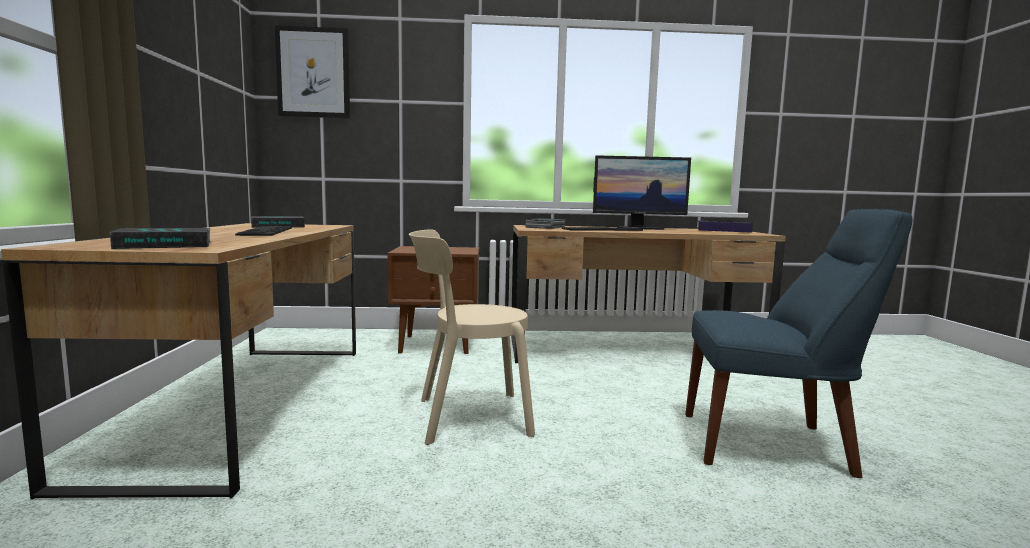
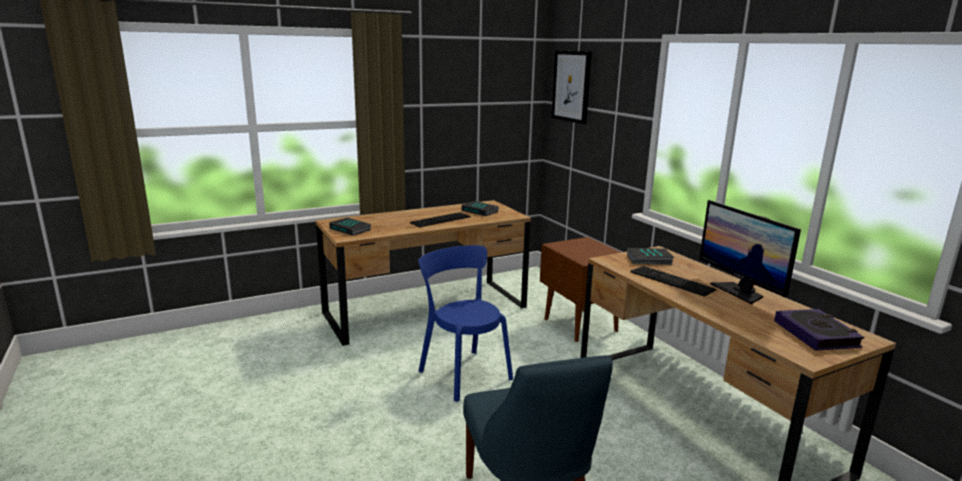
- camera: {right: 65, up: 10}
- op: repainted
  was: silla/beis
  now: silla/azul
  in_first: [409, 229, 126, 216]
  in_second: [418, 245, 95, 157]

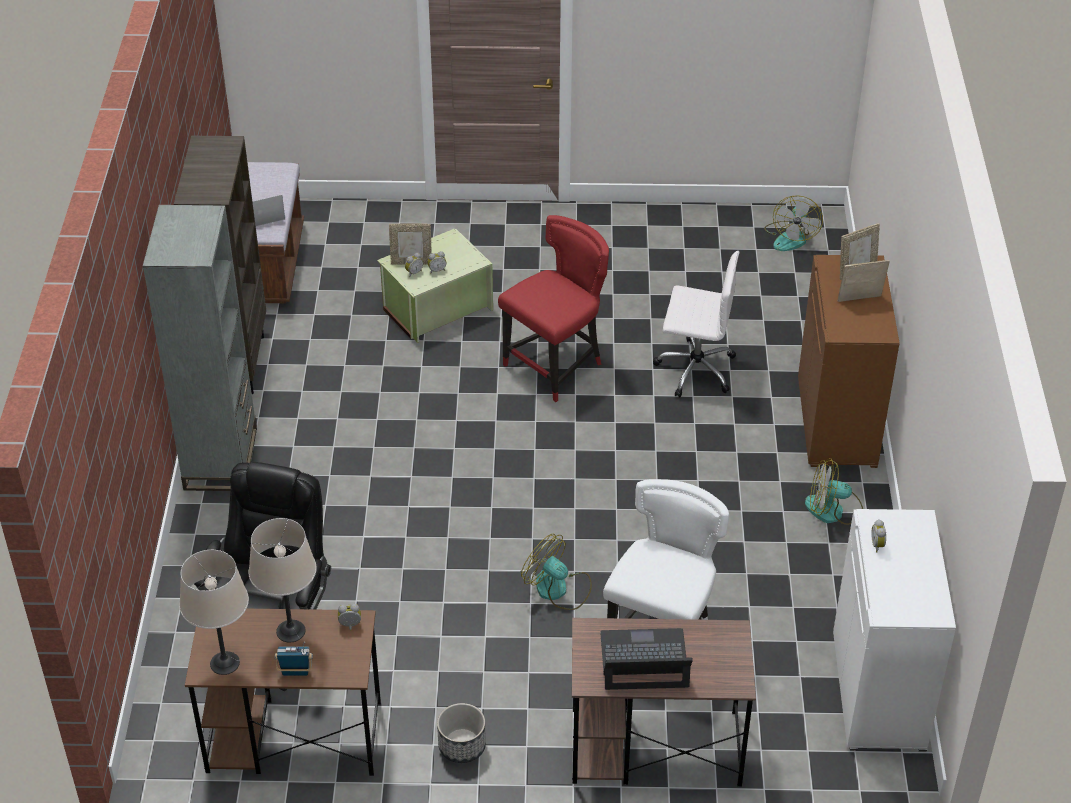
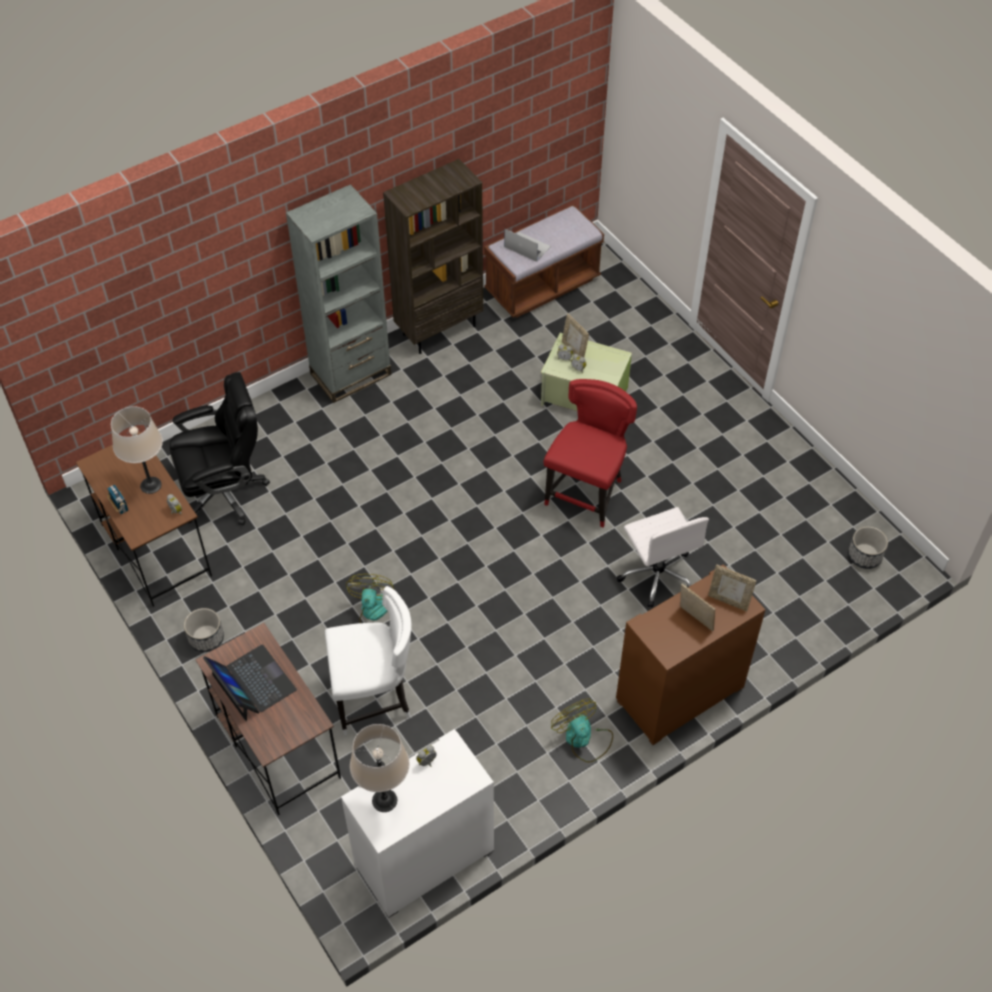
- camera: {right: 55, up: 10}
- op: swapped
  was: ventilador
  now: maceta
  in_first: [764, 195, 59, 56]
  in_second: [848, 526, 40, 43]
- op: rotated
  was: silla/rojo
  in_first: [498, 215, 111, 187]
  in_second: [544, 379, 93, 149]
  clockwise: -75
- op: shifted
  was: lámpara de mesa/beis
  in_first: [179, 550, 70, 125]
  in_second: [350, 724, 59, 88]

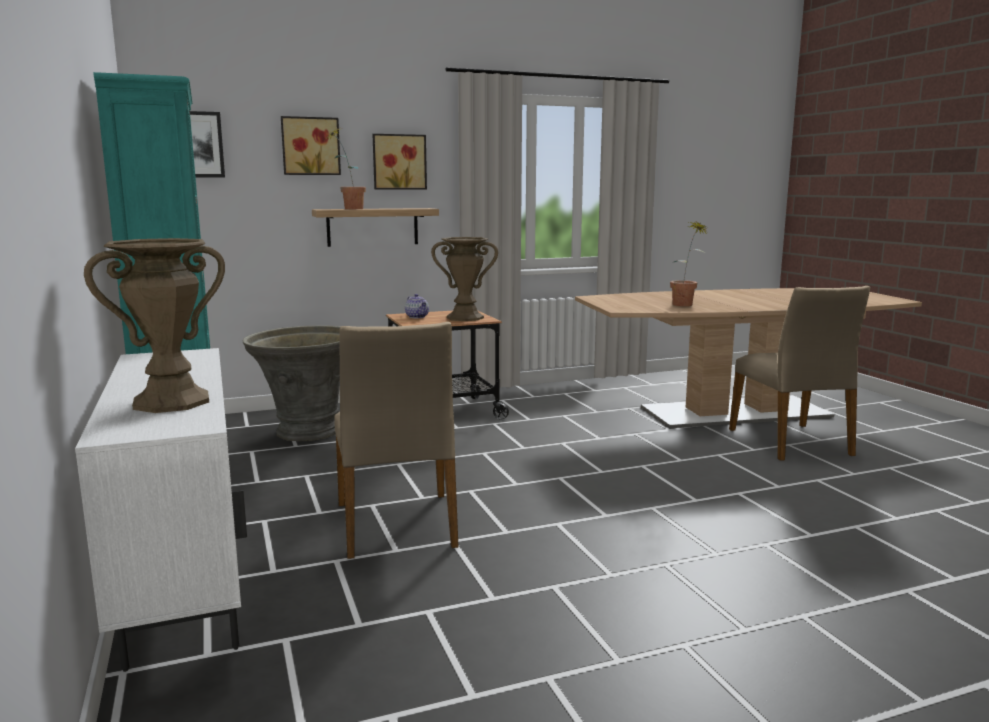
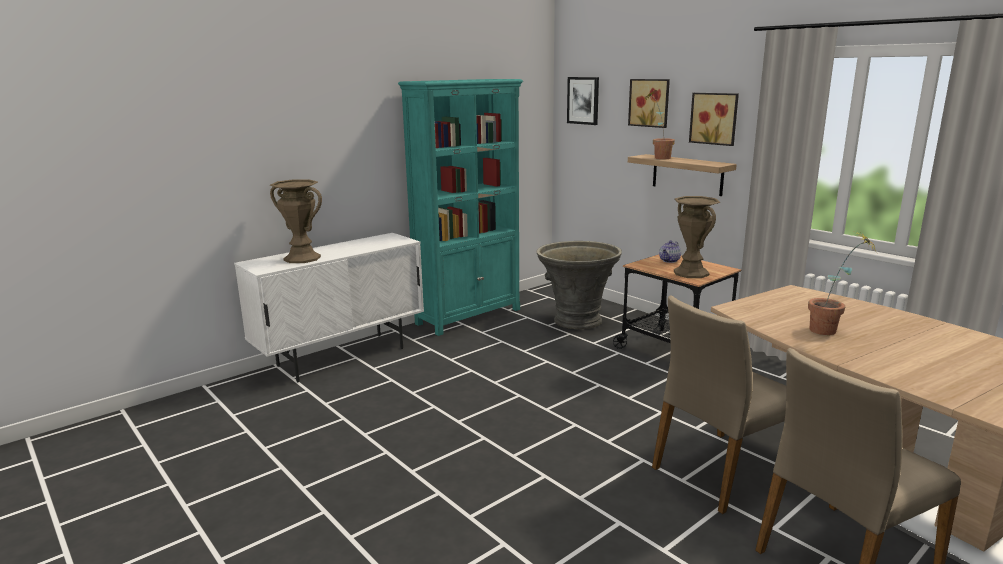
- camera: {right: 70, up: 5}
- op: shifted
  was: silla/beis
  in_first: [334, 322, 125, 237]
  in_second: [652, 295, 135, 219]

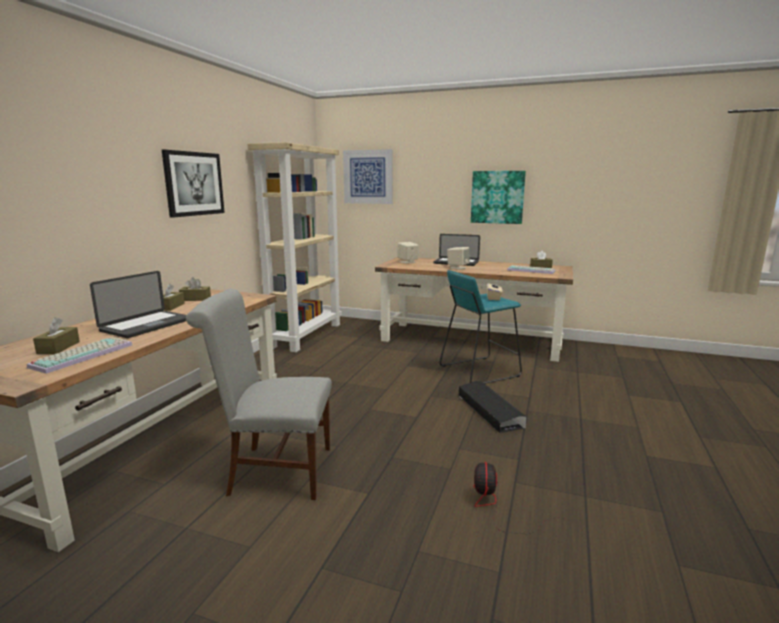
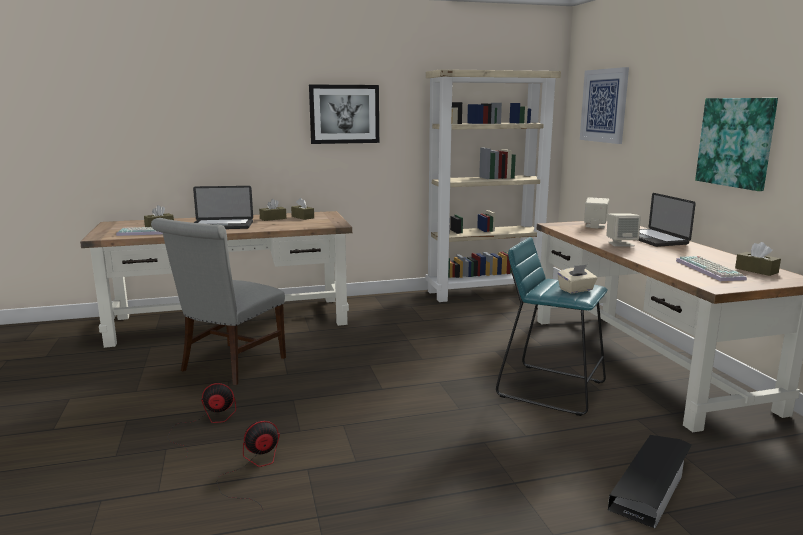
- camera: {right: 55, up: 0}
- op: rotated
  was: silla/gris
  in_first: [186, 289, 146, 211]
  in_second: [151, 218, 135, 167]
  clockwise: -120
- op: shifted
  was: caja de almacenaje/negro
  in_first: [459, 381, 67, 52]
  in_second: [608, 435, 84, 94]
- op: new
  now: ventilador
  in_second: [167, 383, 69, 75]

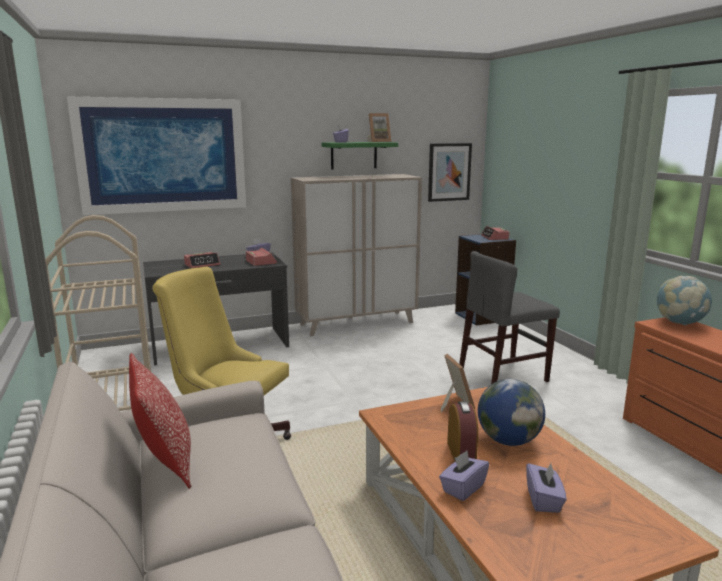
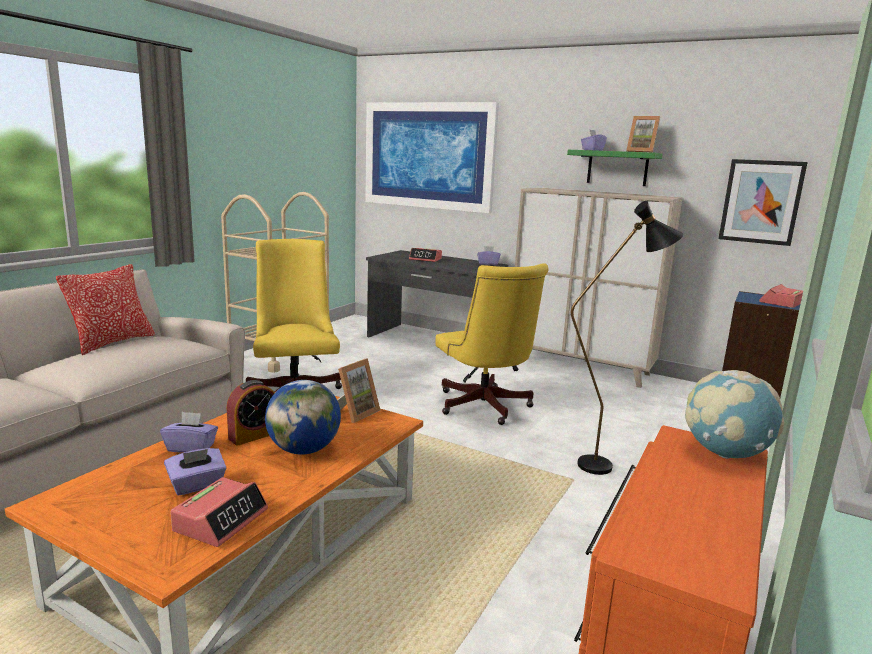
- camera: {right: 50, up: 0}
- op: shifted
  was: despertador
  in_first: [246, 248, 31, 18]
  in_second: [171, 477, 97, 70]
- op: swapped
  was: silla/gris
  now: lámpara de pie/negro
  in_first: [459, 251, 101, 133]
  in_second: [571, 201, 113, 274]
- op: new
  now: silla de oficina/amarillo
  in_second: [436, 263, 112, 162]

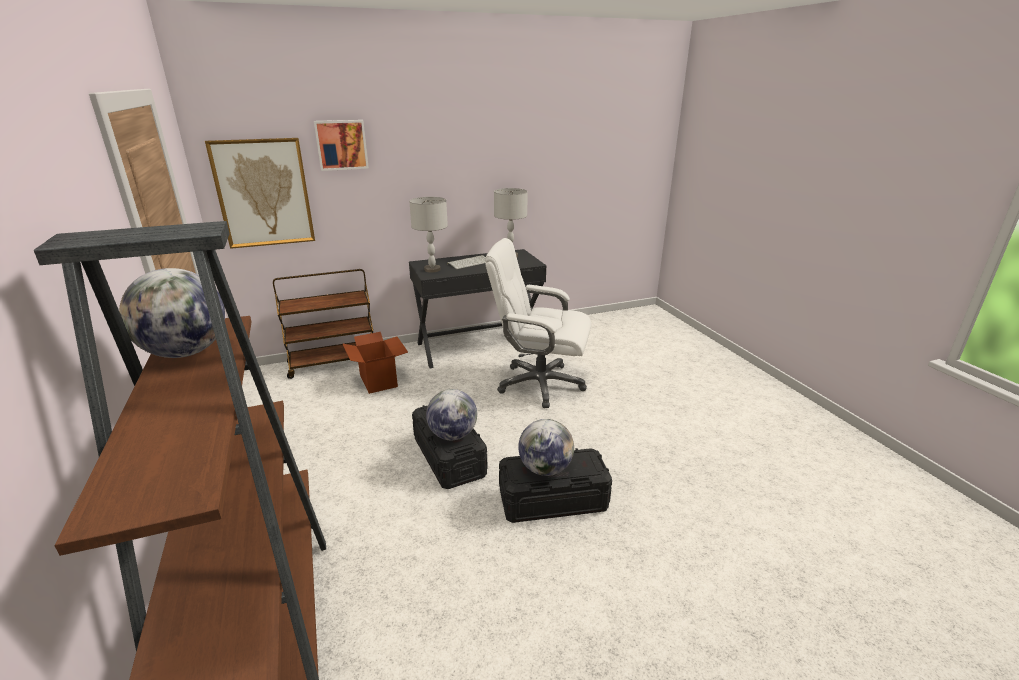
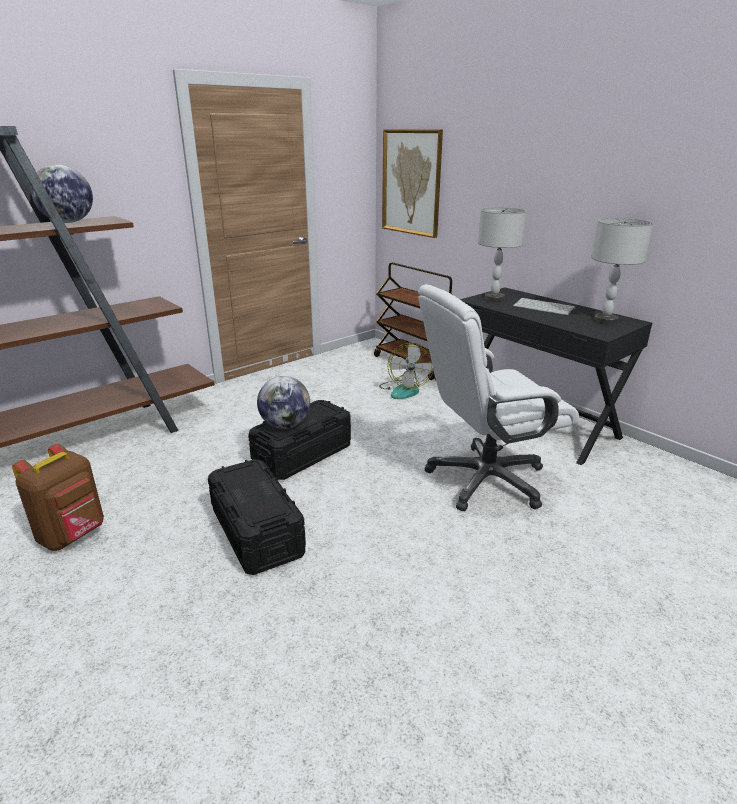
- camera: {right: 70, up: 0}
- op: gone
  was: cuadro
  in_first: [314, 120, 55, 51]
- op: rotated
  was: silla de oficina/blanco
  in_first: [485, 238, 106, 170]
  in_second: [418, 284, 161, 227]
  clockwise: -105
- op: swapped
  was: caja de cartón
  now: ventilador
  in_first: [342, 332, 66, 62]
  in_second: [379, 343, 55, 56]
- op: gone
  was: globo terráqueo
  in_first: [518, 419, 56, 57]
- op: new
  now: mochila/marrón
  in_second: [12, 444, 92, 107]

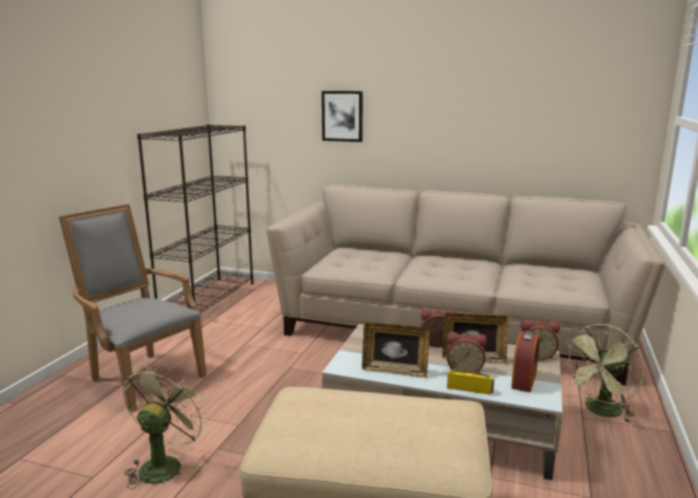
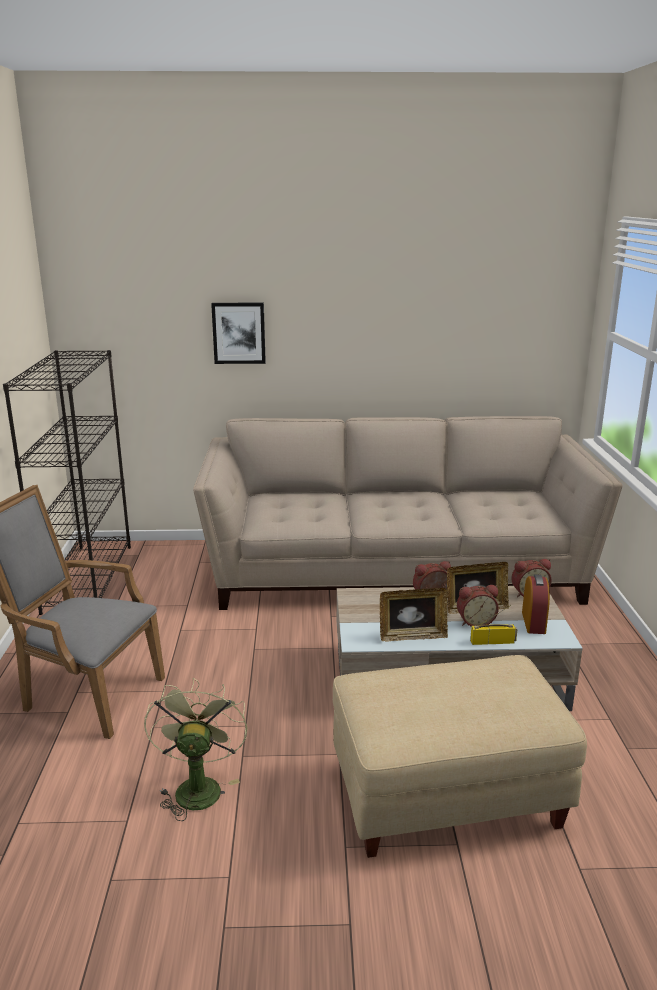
- camera: {right: -20, up: 5}
- op: gone
  was: ventilador/verde
  in_first: [562, 324, 82, 99]

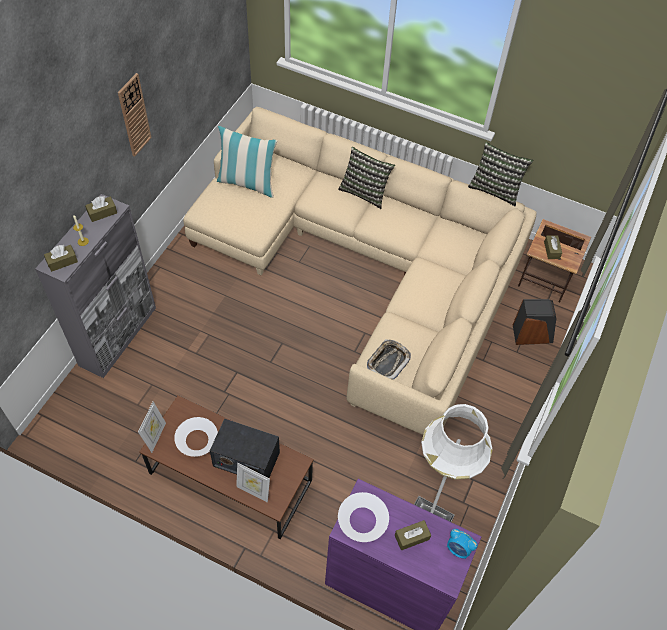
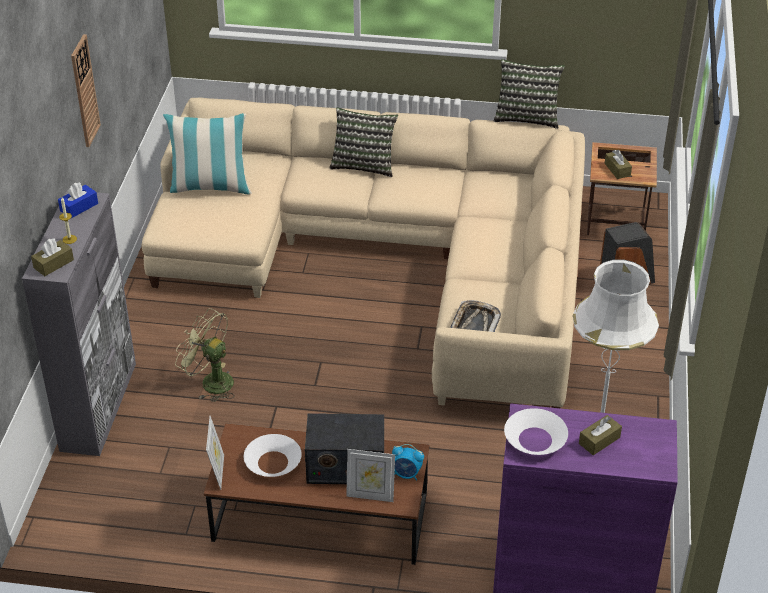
- camera: {right: -15, up: -15}
- op: repainted
  was: caja de pañuelos/marrón
  now: caja de pañuelos/azul
  in_first: [85, 196, 32, 26]
  in_second: [58, 183, 40, 35]
- op: shifted
  was: despertador
  in_first: [447, 529, 31, 30]
  in_second: [392, 444, 32, 37]
- op: new
  now: ventilador/verde
  in_second: [175, 308, 60, 94]

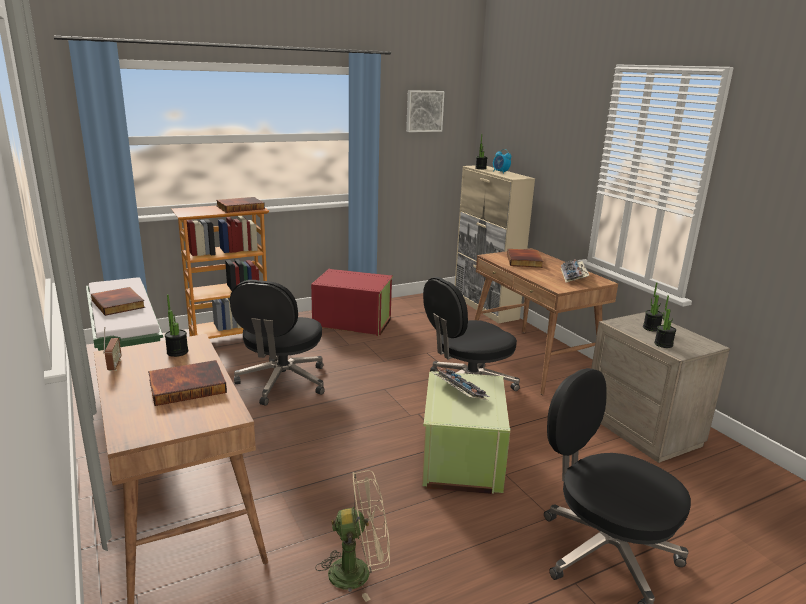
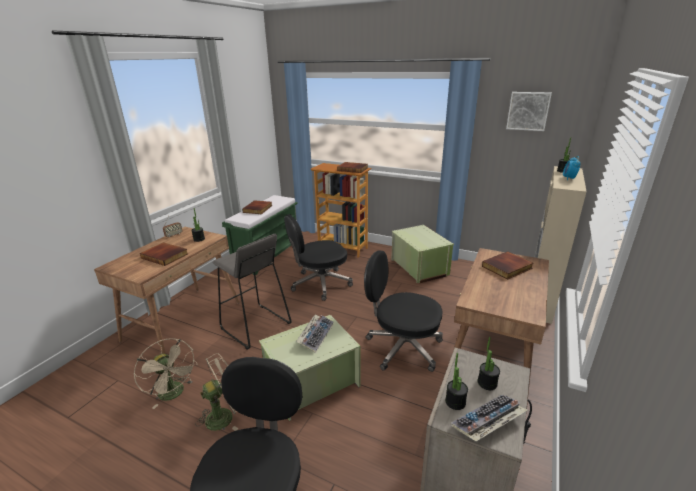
- camera: {right: 55, up: 5}
- op: shifted
  was: teclado
  in_first: [561, 259, 28, 23]
  in_second: [451, 395, 77, 46]
- op: repainted
  was: caja de almacenaje/rojo
  now: caja de almacenaje/verde
  in_first: [311, 269, 82, 67]
  in_second: [391, 225, 63, 58]
- op: new
  now: taburete/gris
  in_second: [213, 234, 79, 116]
- op: new
  now: ventilador/beis
  in_second: [196, 353, 43, 78]

